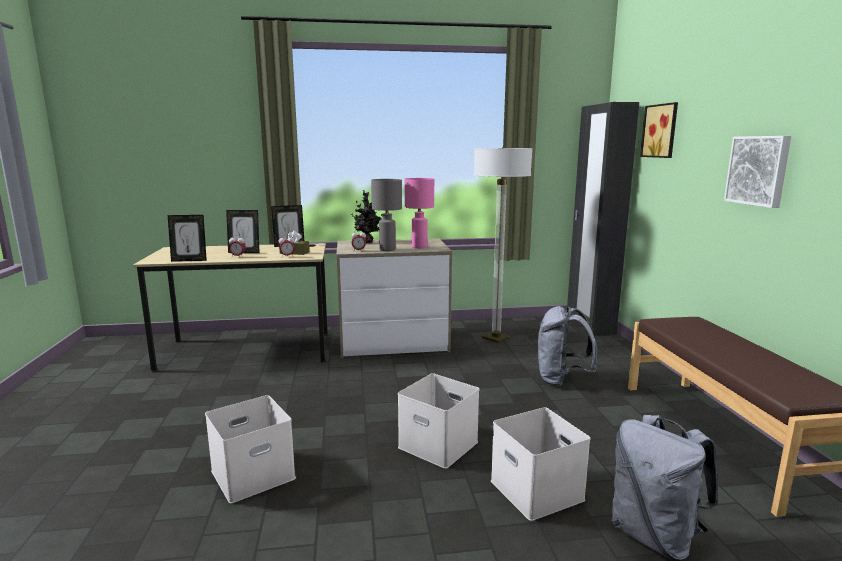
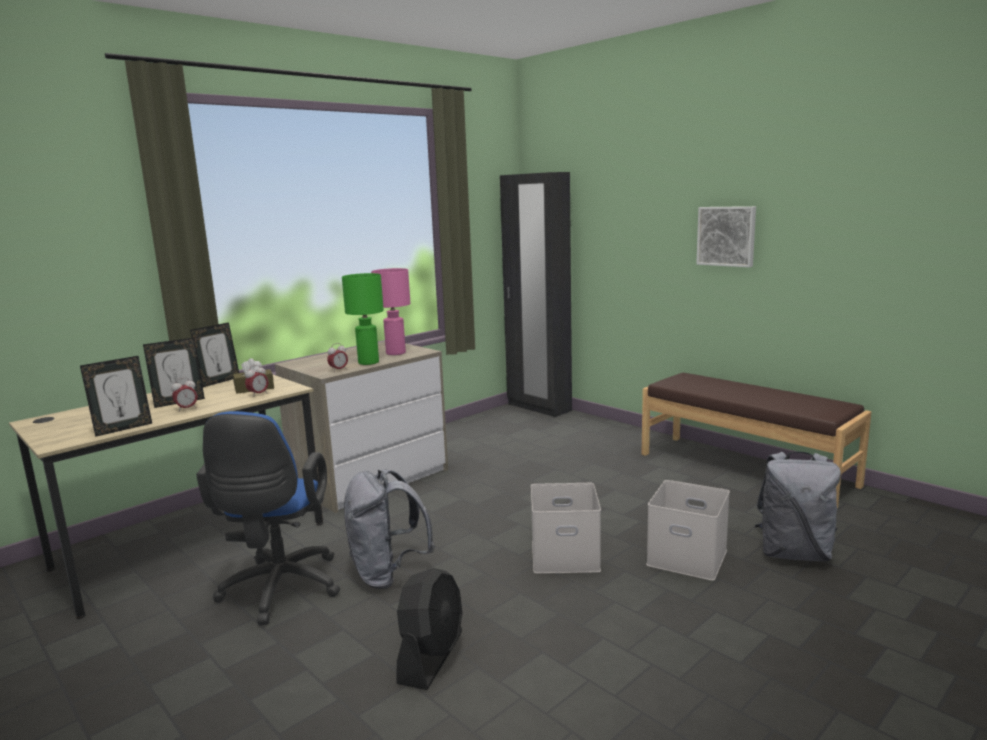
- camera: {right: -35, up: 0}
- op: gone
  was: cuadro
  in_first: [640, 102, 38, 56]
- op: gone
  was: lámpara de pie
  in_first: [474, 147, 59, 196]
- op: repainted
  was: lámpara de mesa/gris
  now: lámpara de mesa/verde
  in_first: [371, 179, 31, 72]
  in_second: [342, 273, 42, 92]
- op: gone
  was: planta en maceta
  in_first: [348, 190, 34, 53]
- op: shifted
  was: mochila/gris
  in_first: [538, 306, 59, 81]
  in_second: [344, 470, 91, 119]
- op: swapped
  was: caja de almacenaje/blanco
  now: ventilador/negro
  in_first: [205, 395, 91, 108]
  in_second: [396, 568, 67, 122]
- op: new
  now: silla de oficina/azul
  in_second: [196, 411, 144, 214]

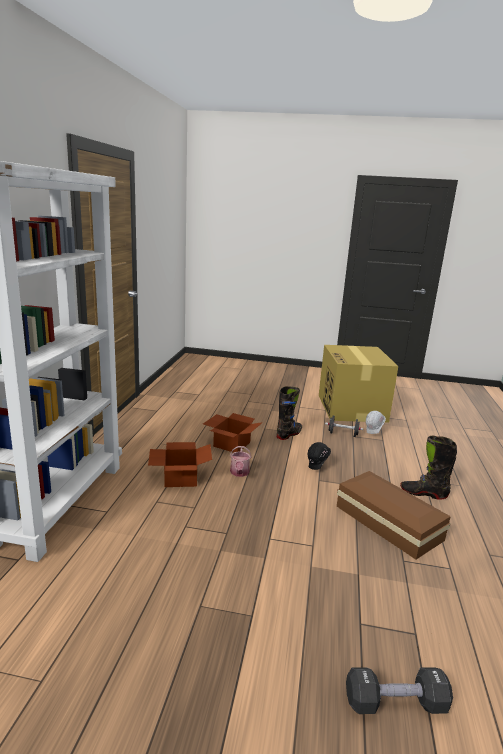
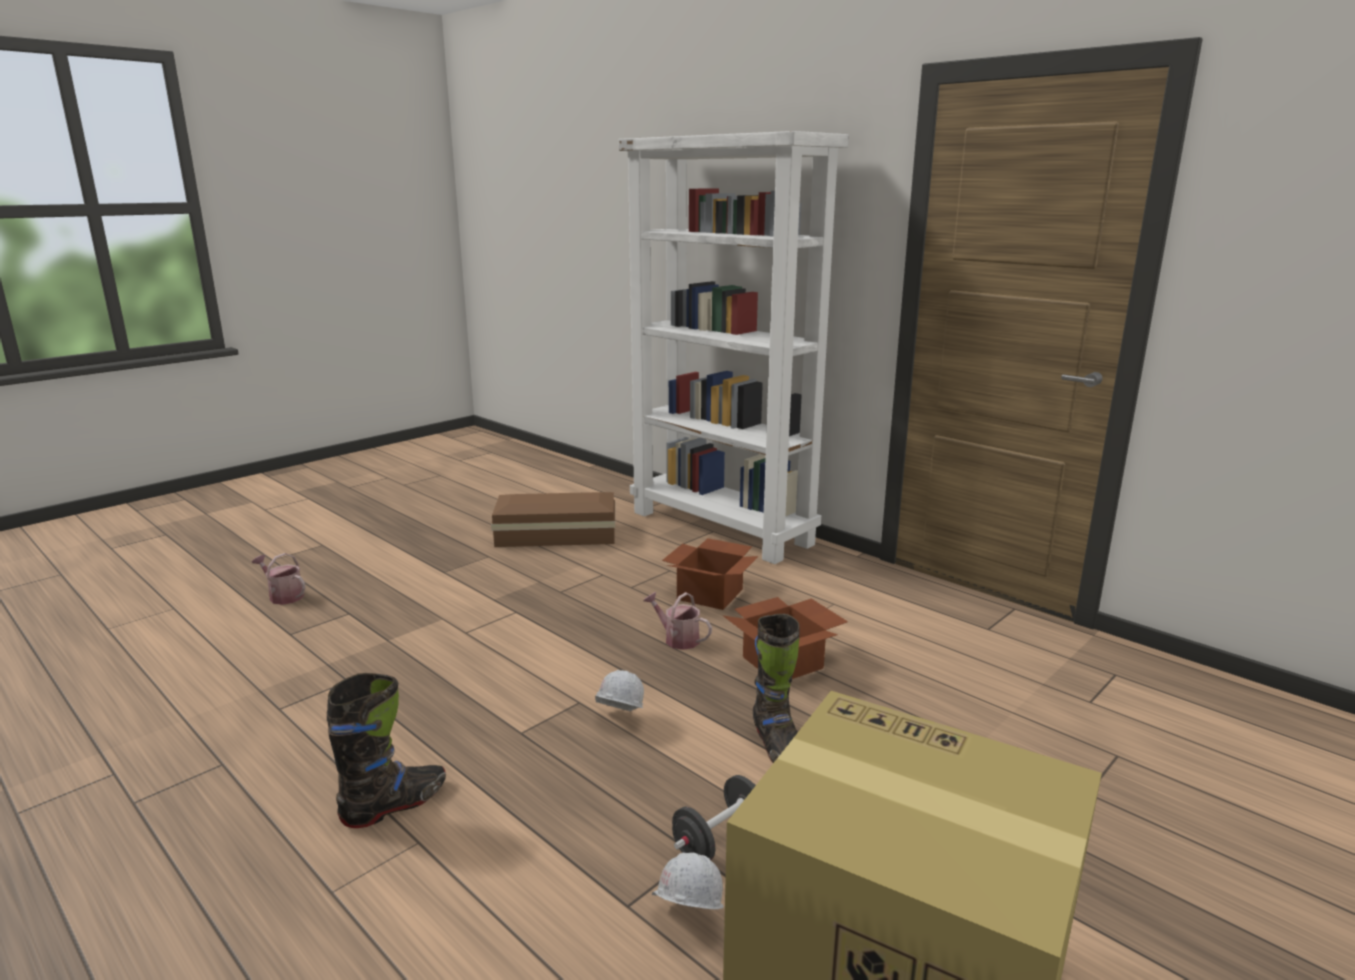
- camera: {right: 125, up: 0}
- op: repainted
  was: casco/negro
  now: casco/blanco
  in_first: [308, 442, 23, 28]
  in_second: [595, 670, 49, 41]
- op: shifted
  was: caja de almacenaje/marrón
  in_first: [337, 471, 114, 89]
  in_second: [491, 492, 124, 55]
- op: swapped
  was: mancuerna/negro
  now: regadera
  in_first: [346, 667, 107, 47]
  in_second: [252, 553, 53, 52]

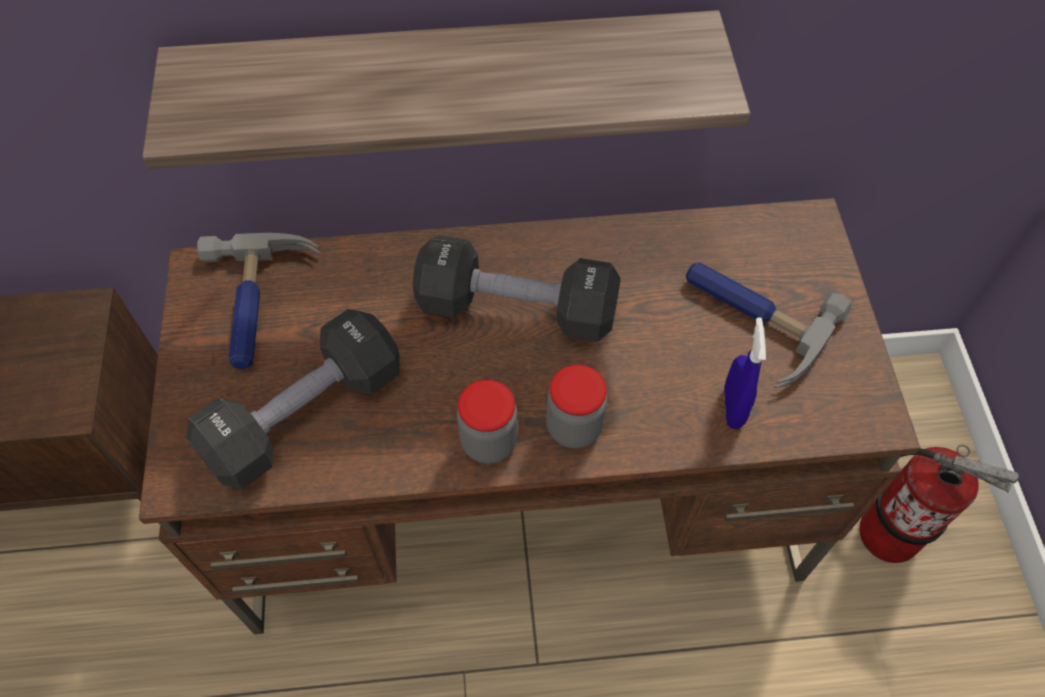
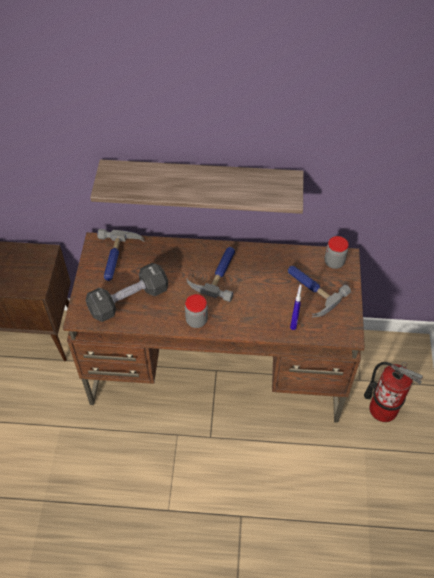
- camera: {right: 10, up: -5}
- op: swapped
  was: mancuerna/negro
  now: martillo
  in_first: [412, 235, 209, 107]
  in_second: [187, 247, 48, 55]
- op: shifted
  was: tarro
  in_first: [546, 365, 61, 84]
  in_second: [325, 236, 24, 33]

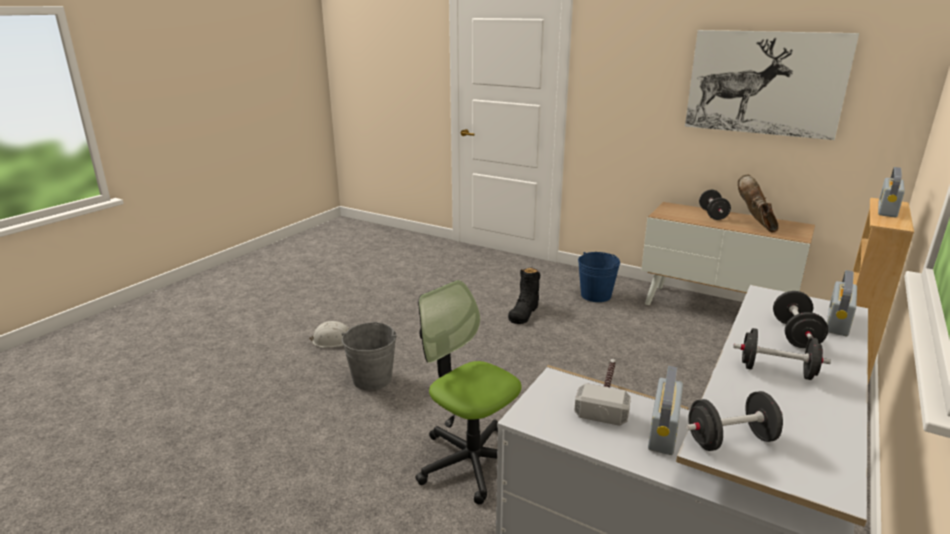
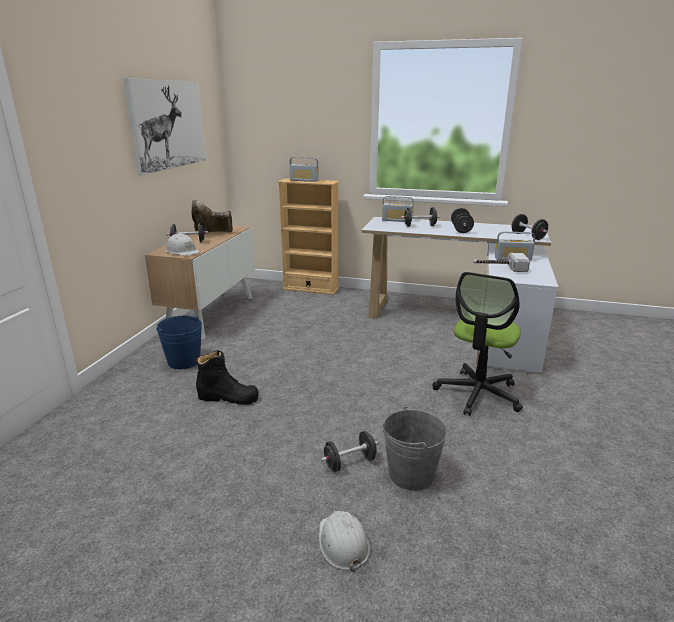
- camera: {right: -105, up: 0}
- op: new
  now: casco/blanco
  in_second: [166, 233, 34, 23]
- op: new
  now: mancuerna/negro
  in_second: [321, 431, 57, 41]

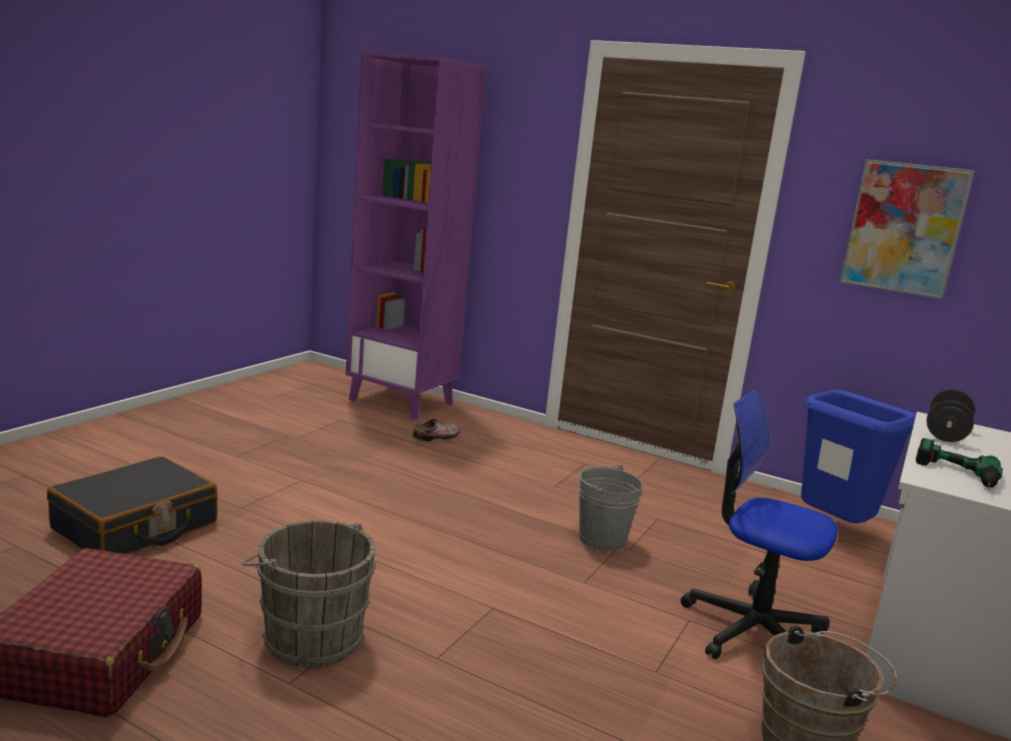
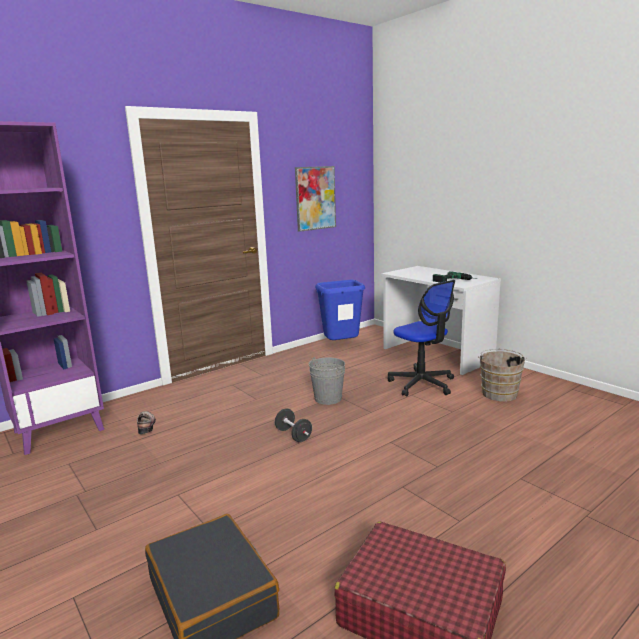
- camera: {right: -65, up: 0}
- op: shifted
  was: mancuerna/negro
  in_first: [926, 389, 49, 53]
  in_second: [275, 408, 37, 34]
- op: rotated
  was: silla de oficina
  in_first: [681, 390, 157, 269]
  in_second: [387, 280, 68, 116]
  clockwise: -90
- op: gone
  was: cubo/gris
  in_first: [241, 521, 135, 146]

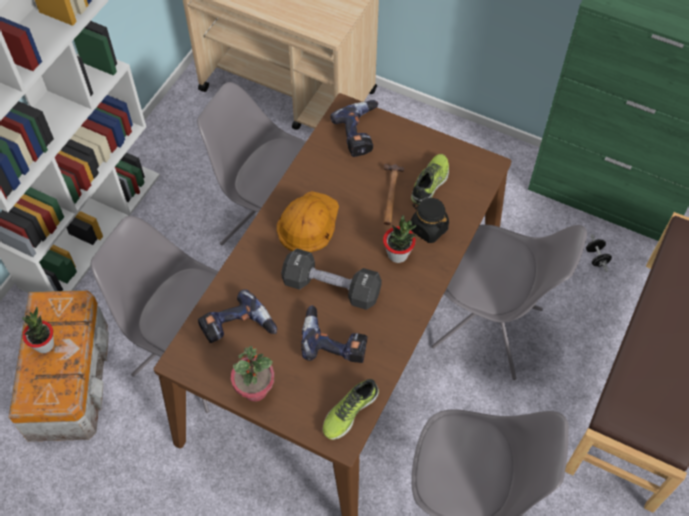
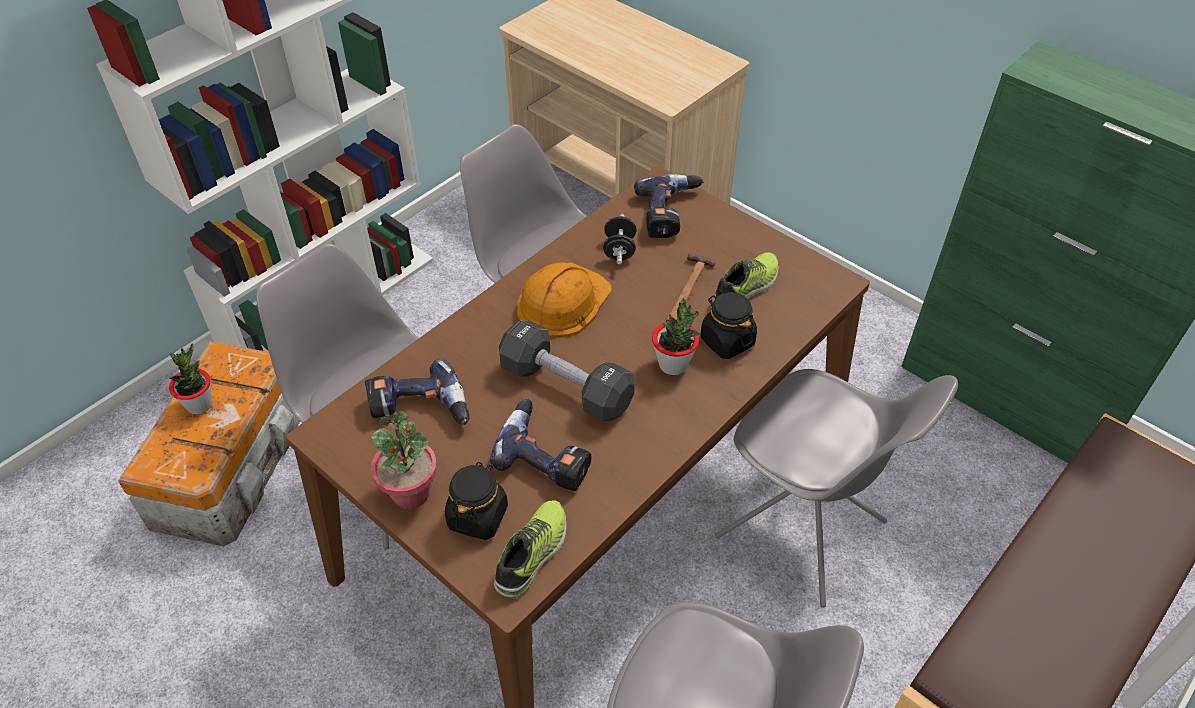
- camera: {right: 15, up: -10}
- op: shifted
  was: mancuerna/negro
  in_first: [586, 234, 26, 38]
  in_second: [603, 214, 34, 50]
- op: rotated
  was: zapato
  in_first: [323, 379, 56, 61]
  in_second: [494, 500, 73, 98]
  clockwise: 150
- op: new
  now: tarro/negro
  in_second: [445, 462, 63, 78]

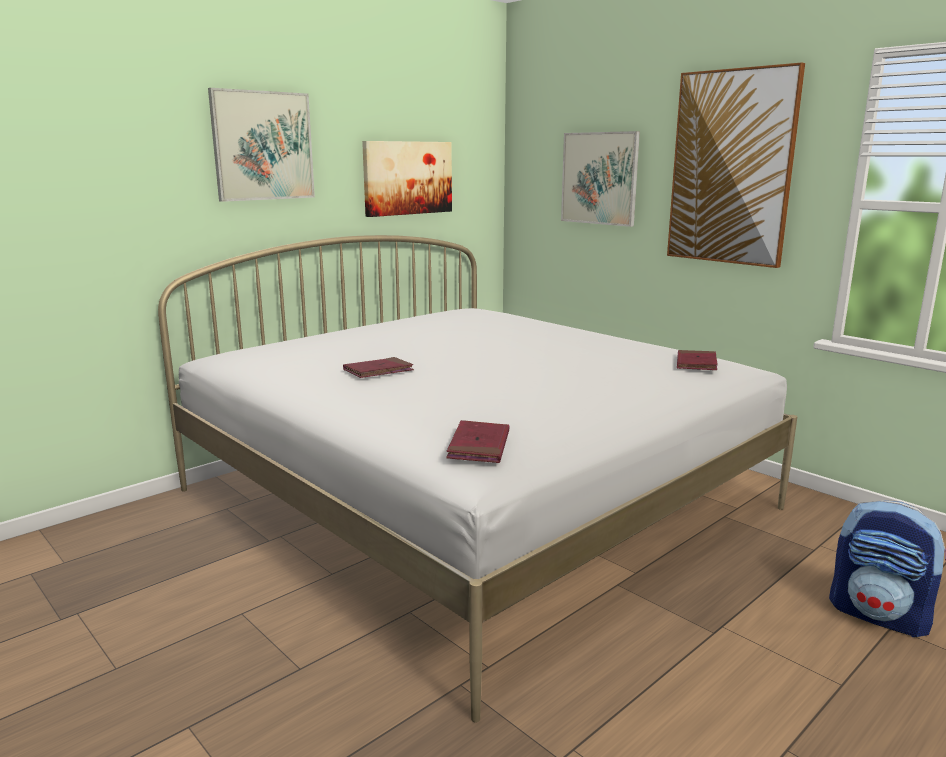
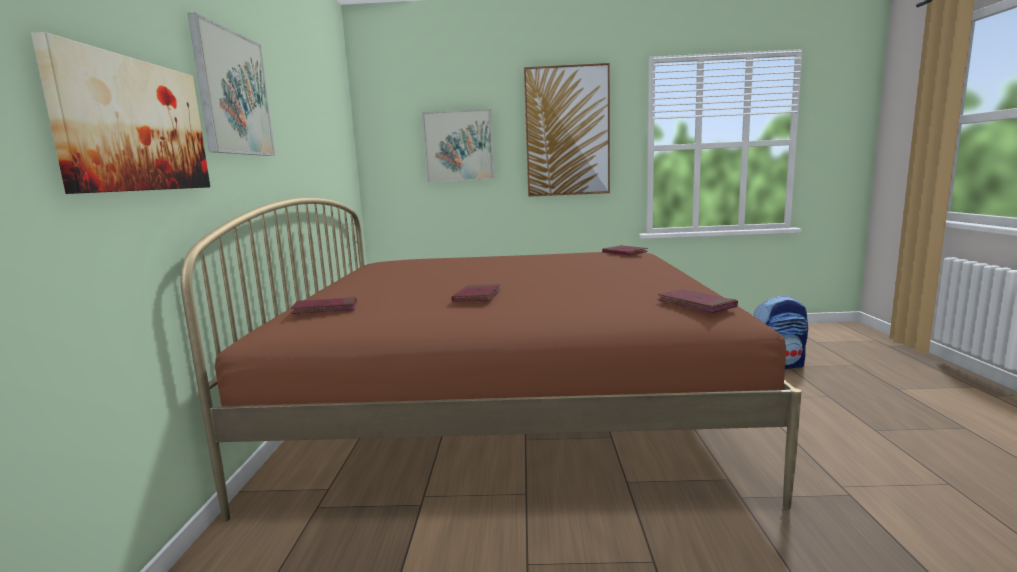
- camera: {right: -45, up: -5}
- op: shifted
  was: cuadro
  in_first: [362, 141, 90, 76]
  in_second: [31, 32, 179, 162]
- op: repainted
  was: cama/blanco
  now: cama/marrón
  in_first: [158, 235, 639, 488]
  in_second: [181, 198, 621, 324]
- op: new
  now: libro/rojo
  in_second: [290, 297, 67, 17]

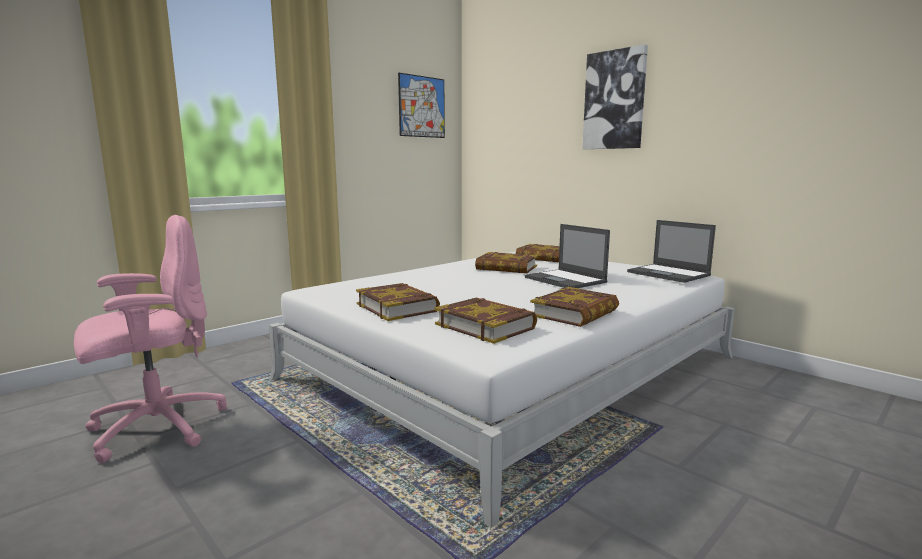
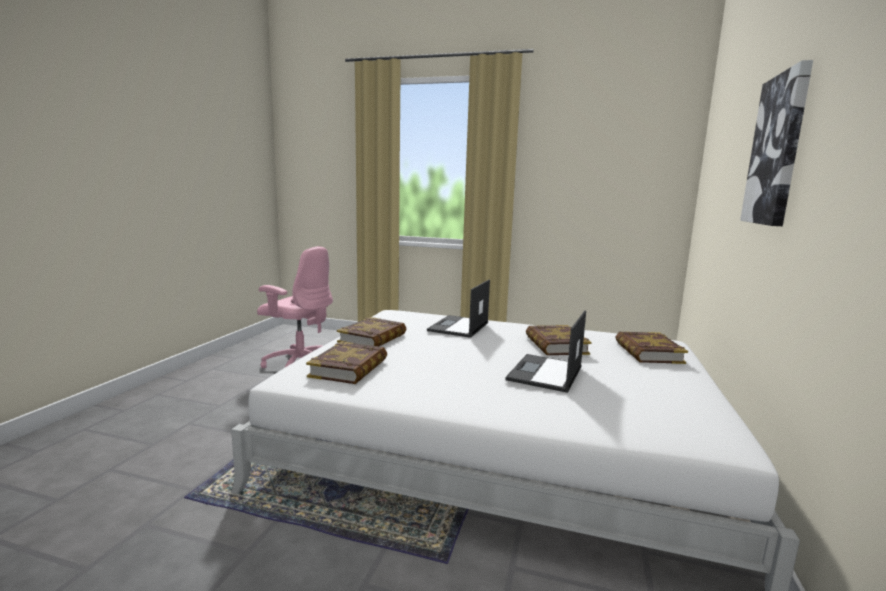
- camera: {right: 60, up: 0}
- op: gone
  was: cuadro
  in_first: [398, 73, 47, 65]
- op: shifted
  was: portátil
  in_first: [627, 220, 89, 63]
  in_second: [427, 279, 63, 59]
- op: gone
  was: libro
  in_first: [530, 287, 89, 40]

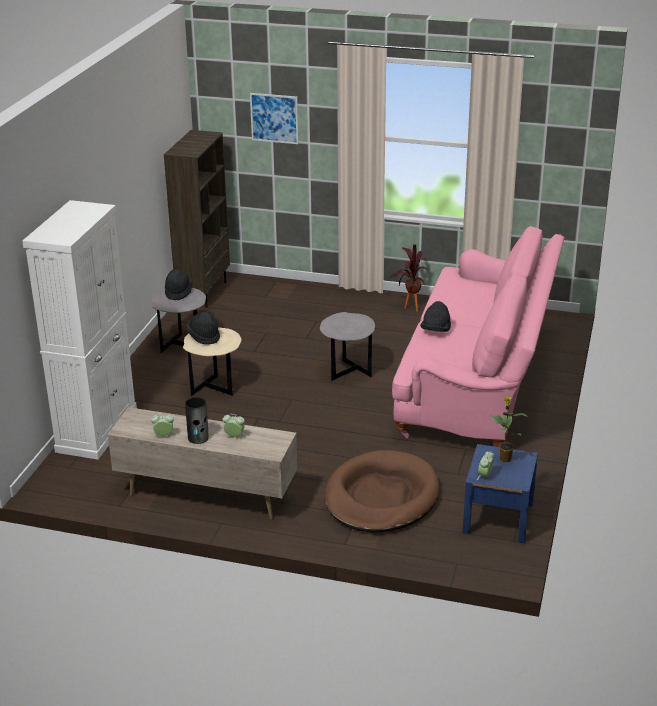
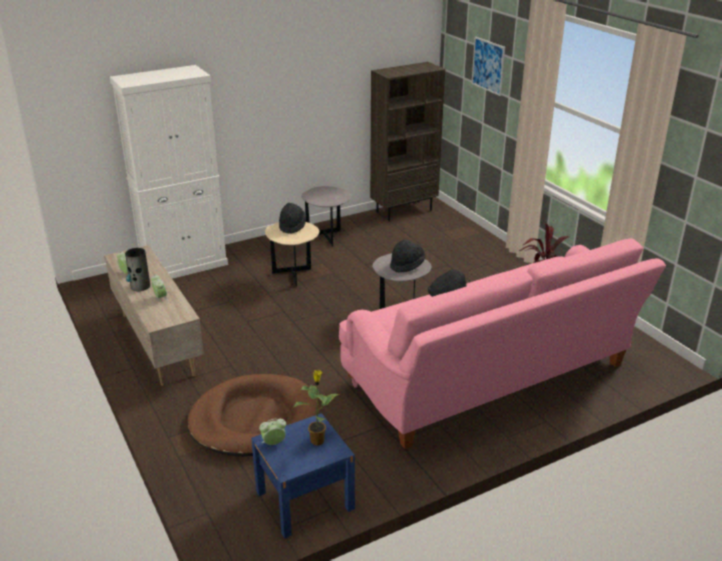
- camera: {right: 45, up: 0}
- op: shifted
  was: sombrero/negro
  in_first: [165, 269, 27, 31]
  in_second: [390, 239, 35, 33]

